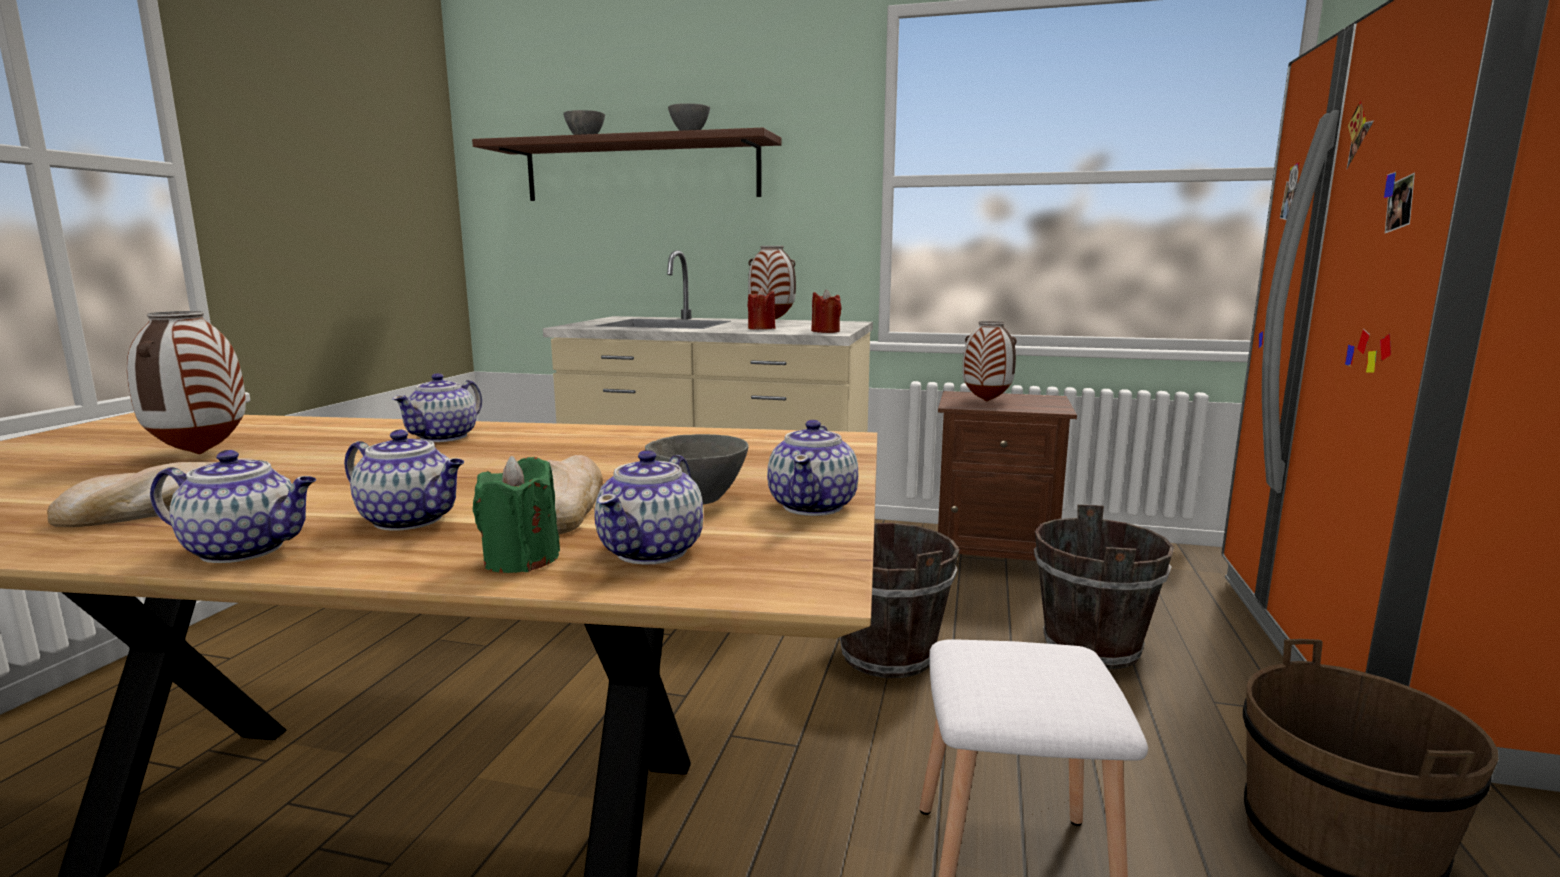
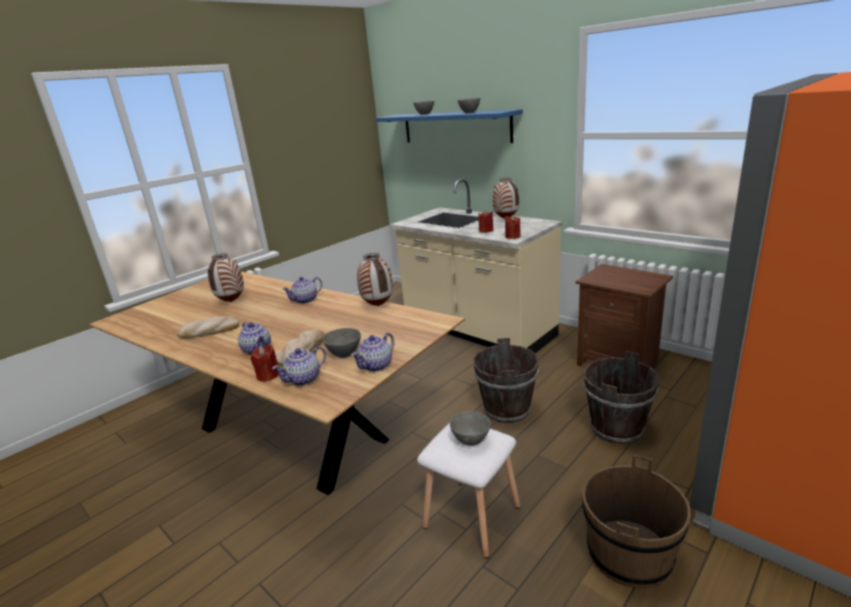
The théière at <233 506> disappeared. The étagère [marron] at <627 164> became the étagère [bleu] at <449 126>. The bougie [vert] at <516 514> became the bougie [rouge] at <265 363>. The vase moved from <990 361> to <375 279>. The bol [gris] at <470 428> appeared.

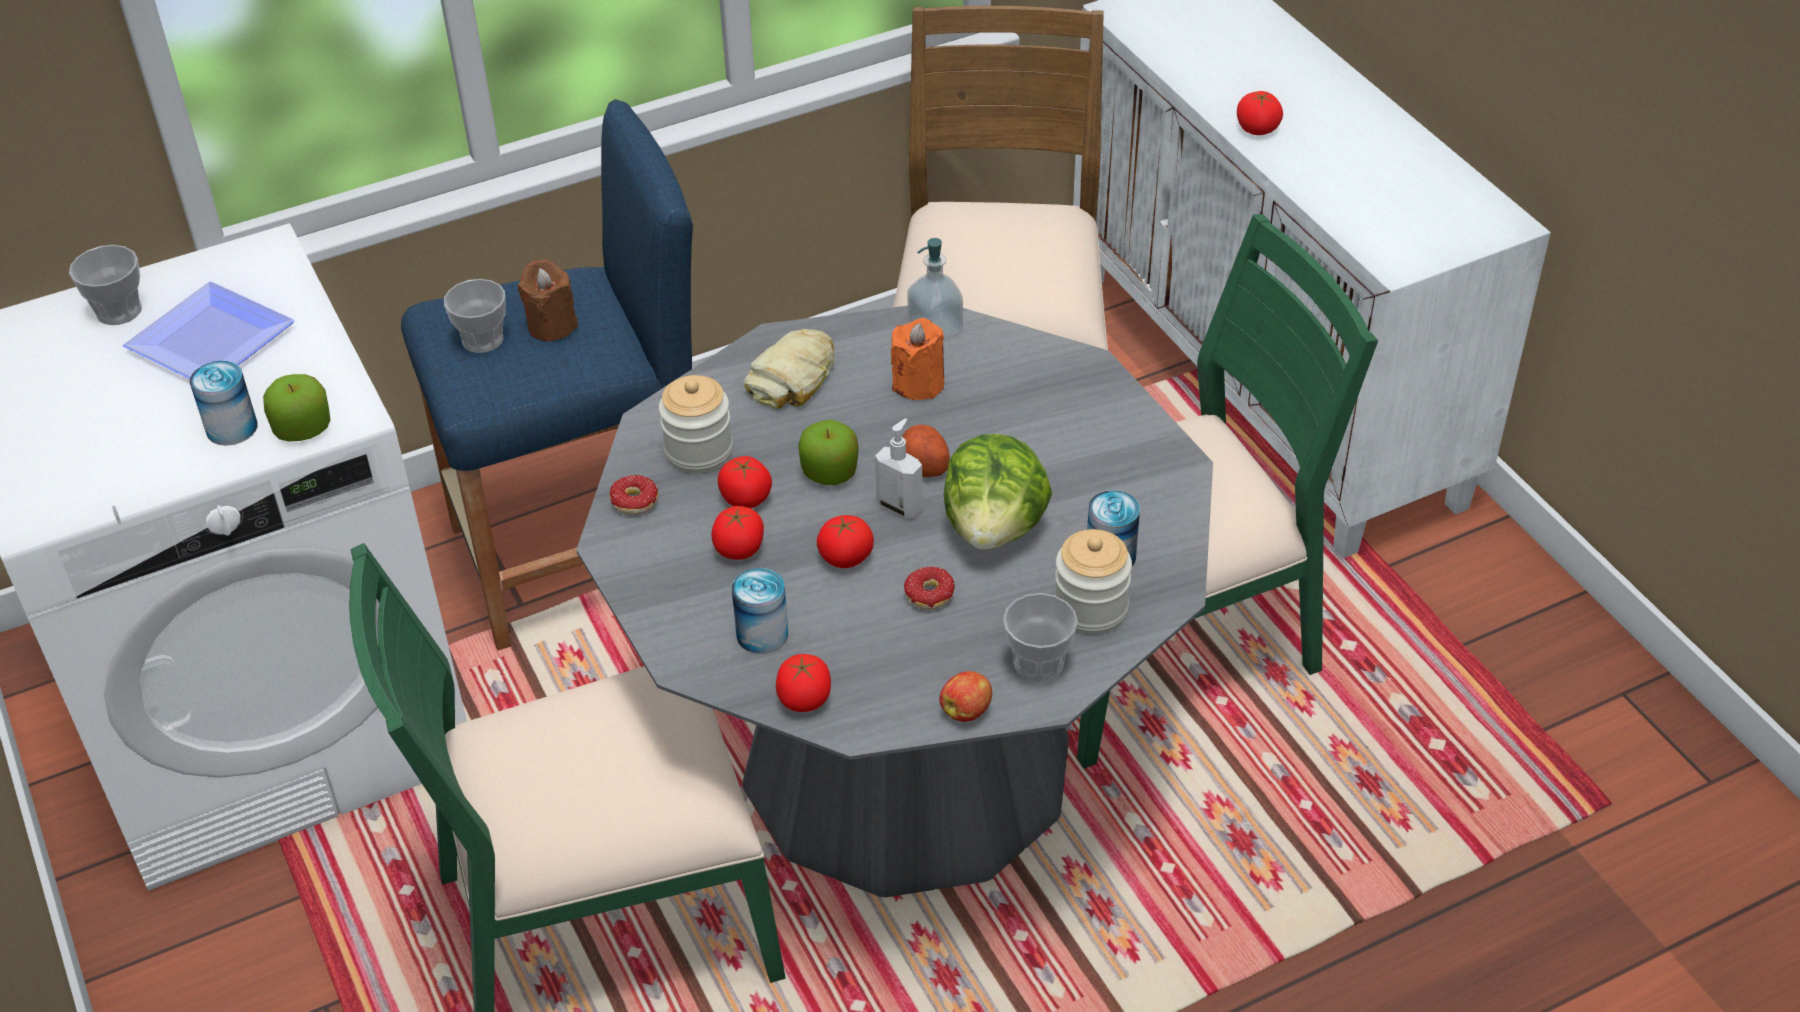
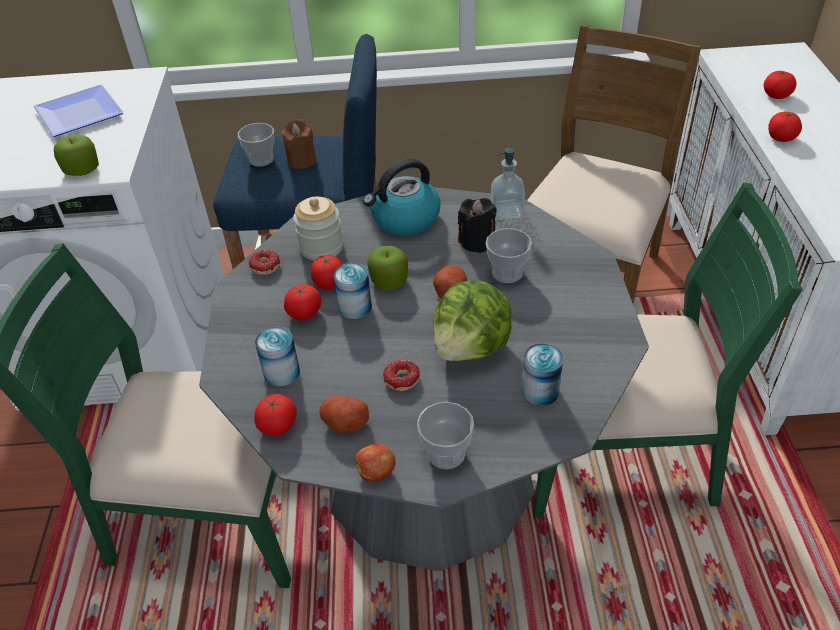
The tasse moved from <105 285> to <509 255>. The boîte métallique moved from <224 403> to <352 291>. The pain at <789 369> was replaced by the bouilloire at <402 197>. The tomate moved from <845 541> to <780 85>. The distributeur de savon at <899 468> disappeared. The bougie [orange] at <917 359> became the bougie [noir] at <477 225>. The bocal at <1093 582> disappeared. The pomme de terre at <344 414> appeared.

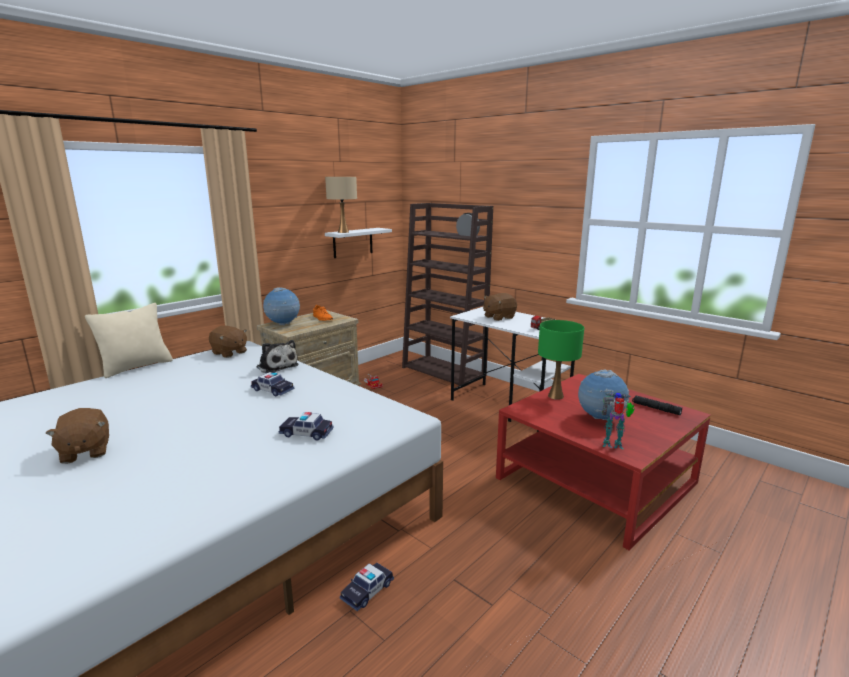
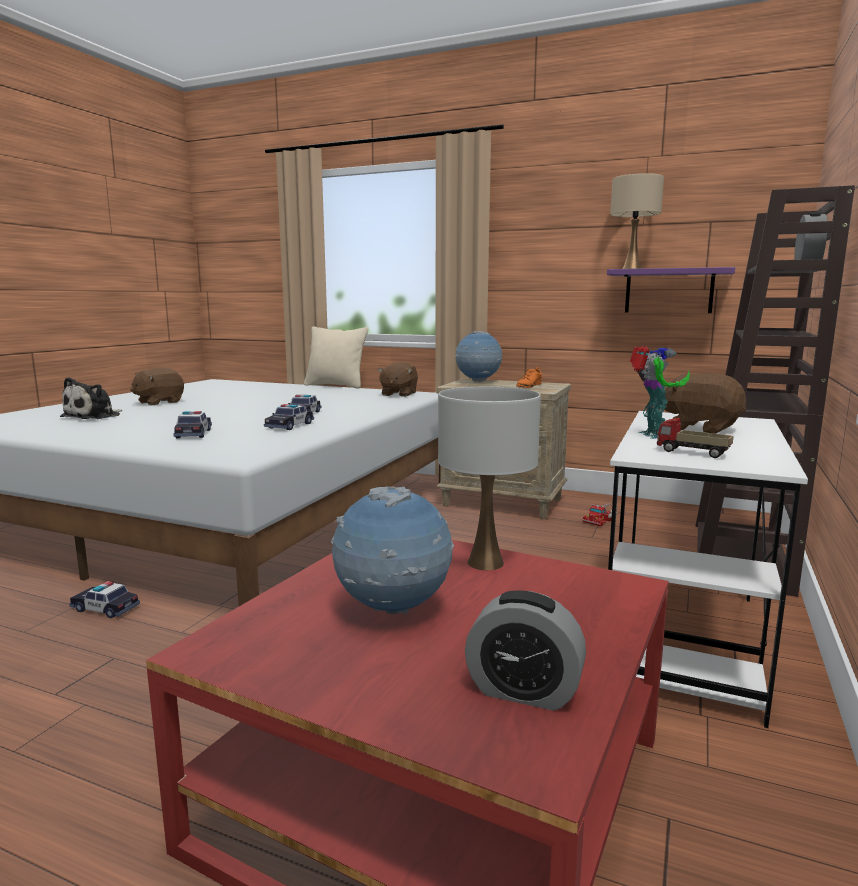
The peluche moved from <278 356> to <91 398>. The étagère [blanc] at <358 243> became the étagère [violet] at <671 290>. The lampe de table [vert] at <561 360> became the lampe de table [blanc] at <489 478>. The robot jouet moved from <618 420> to <660 392>. The lampe de poche [noir] at <657 405> was replaced by the réveil at <525 651>. The petite voiture at <289 417> appeared.

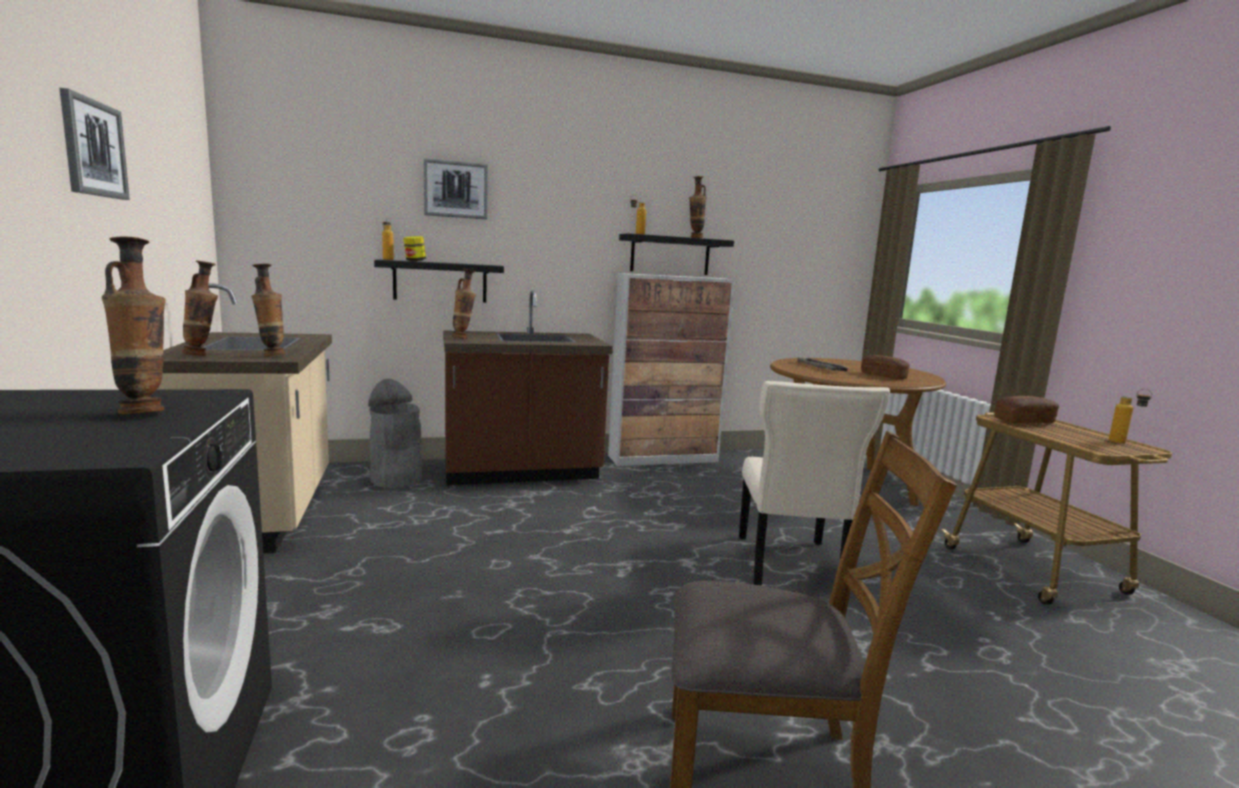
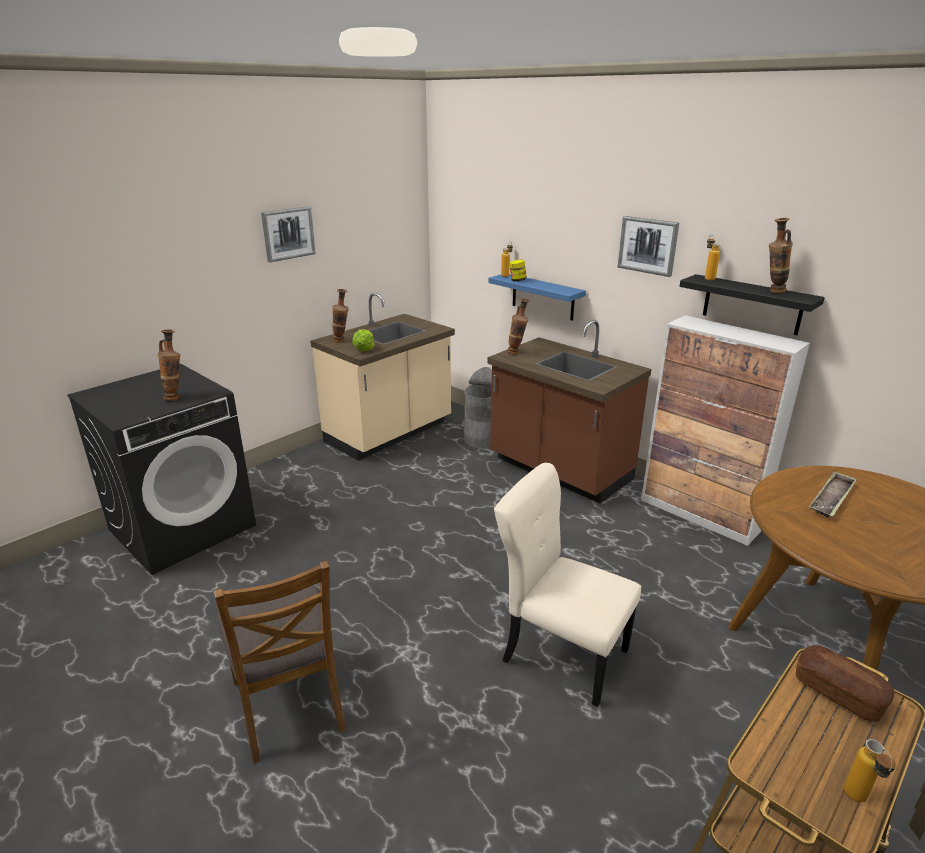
The vase at <268 310> was replaced by the laitue at <363 340>. The étagère [noir] at <439 281> became the étagère [bleu] at <537 297>. The tableau moved from <456 189> to <648 246>. The chaise [beige] at <814 483> turned 60 degrees clockwise. The pain at <885 367> disappeared.

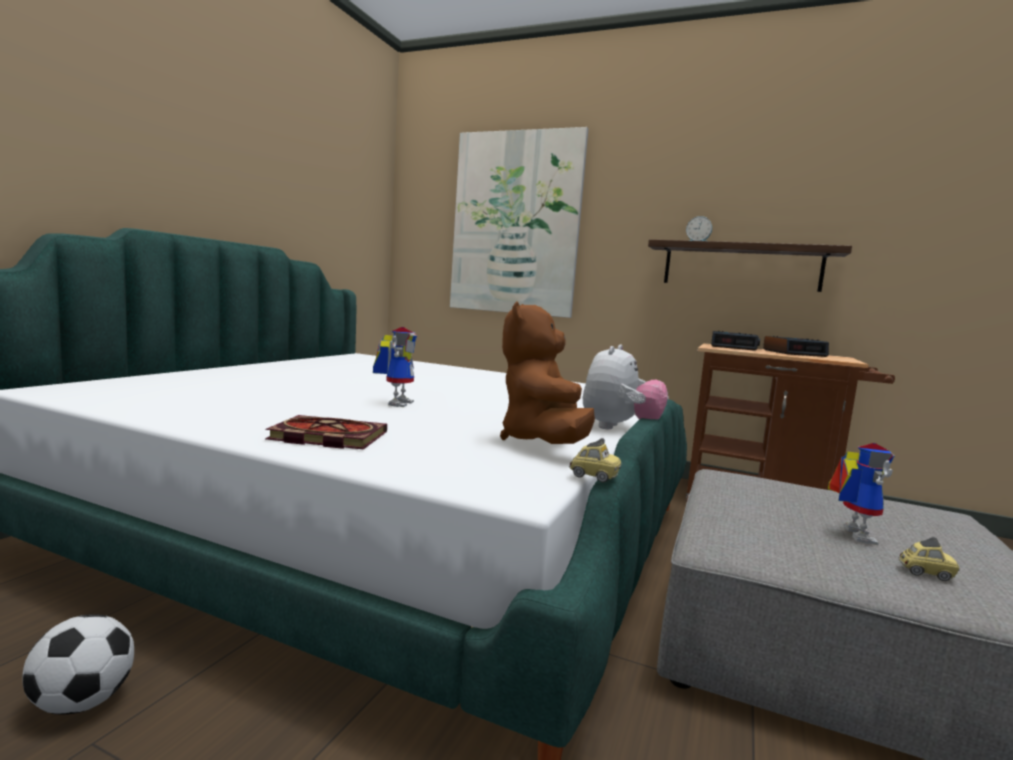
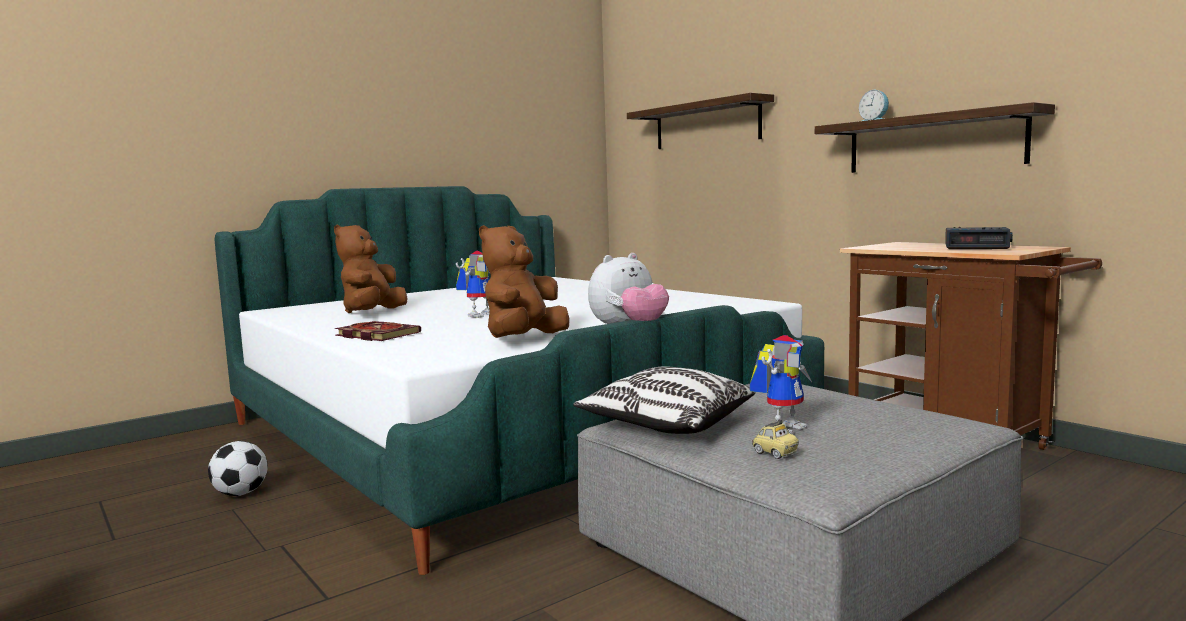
The tableau at <519 222> was replaced by the étagère at <700 121>. The petite voiture at <595 460> disappeared. The réveil at <735 341> disappeared. The peluche [marron] at <370 269> appeared. The coussin at <664 400> appeared.

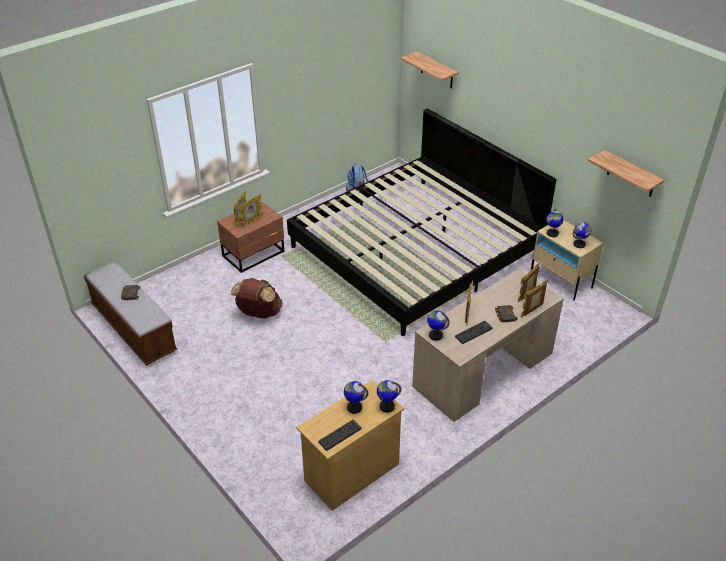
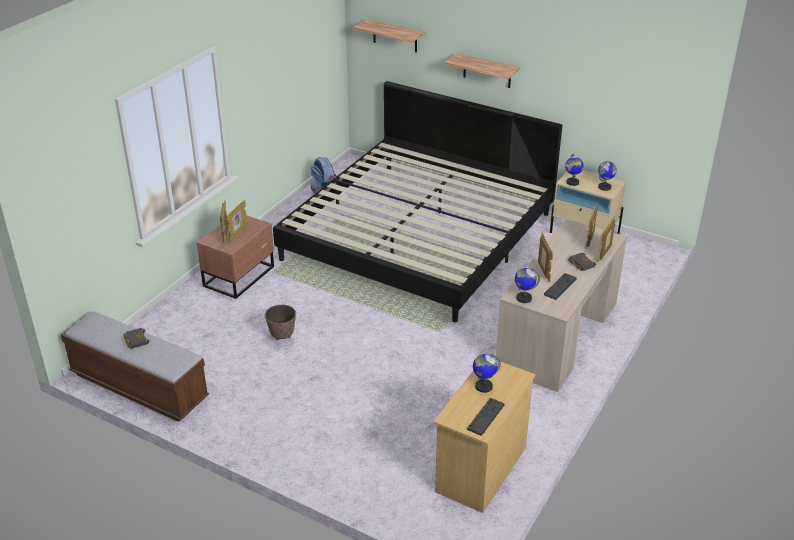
The sac à dos [marron] at <256 298> was replaced by the cache-pot at <280 322>. The globe at <389 396> disappeared. The étagère moved from <626 173> to <482 70>.

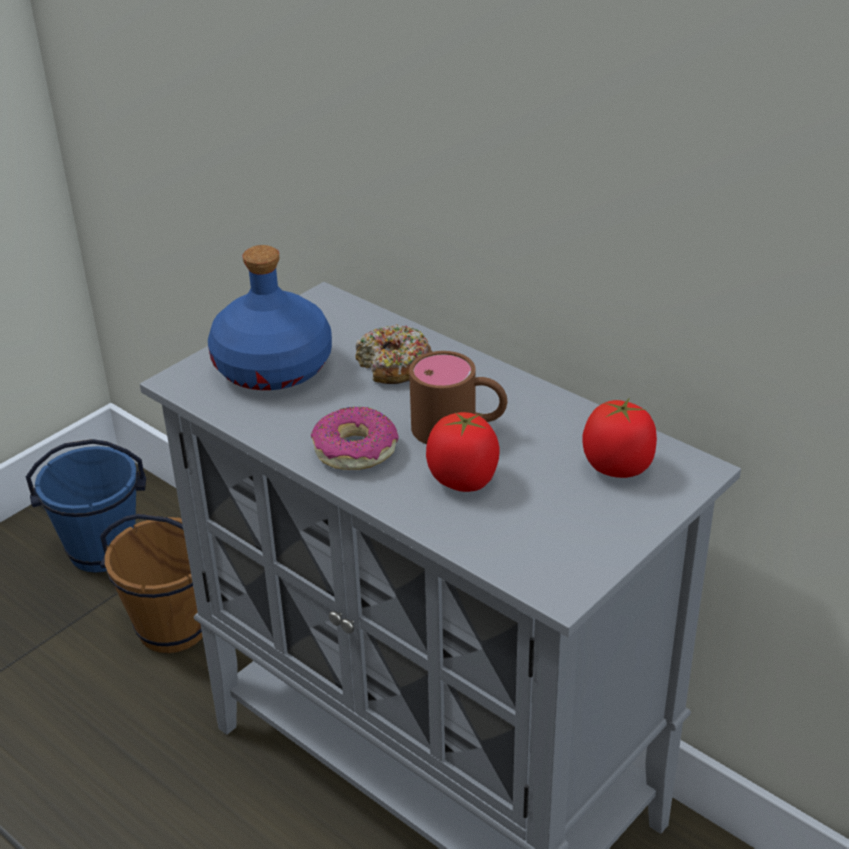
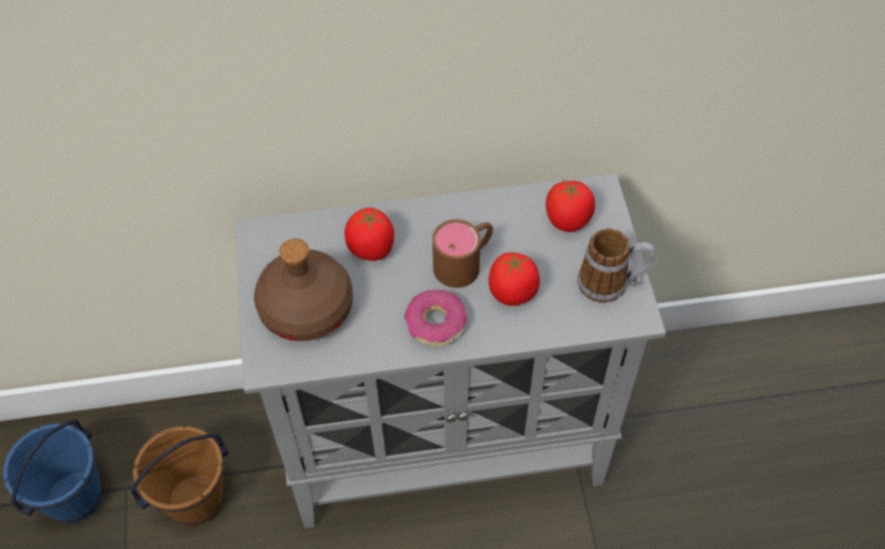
The bouteille [bleu] at <270 317> became the bouteille [marron] at <303 290>. The beignet at <393 354> was replaced by the tomate at <369 234>. The mug at <617 265> appeared.

